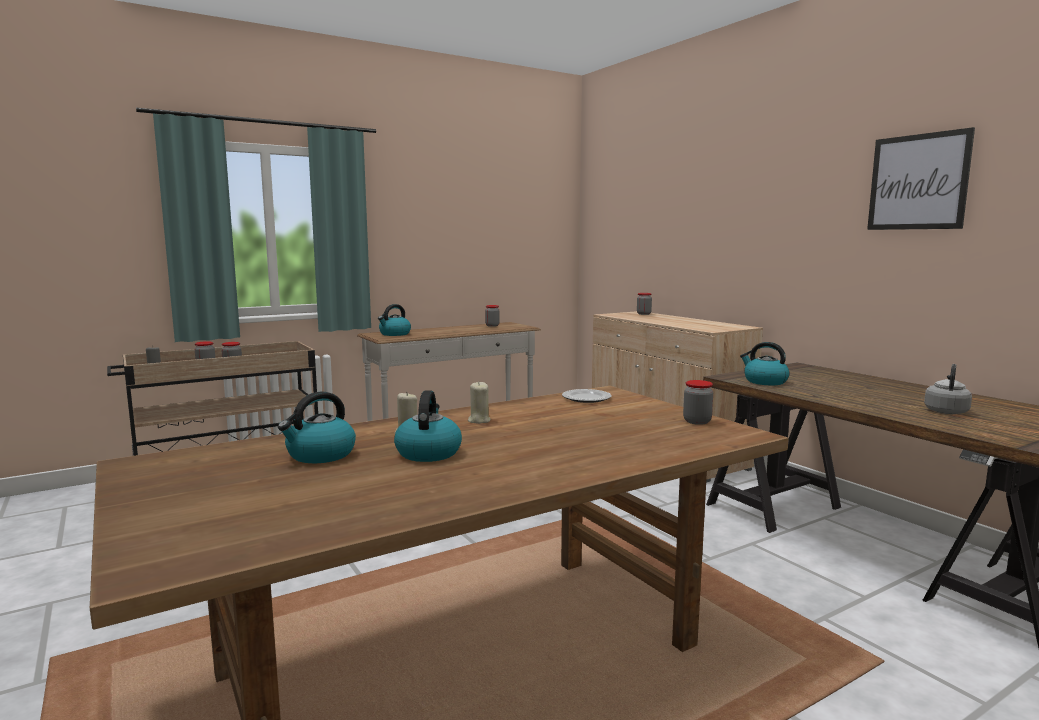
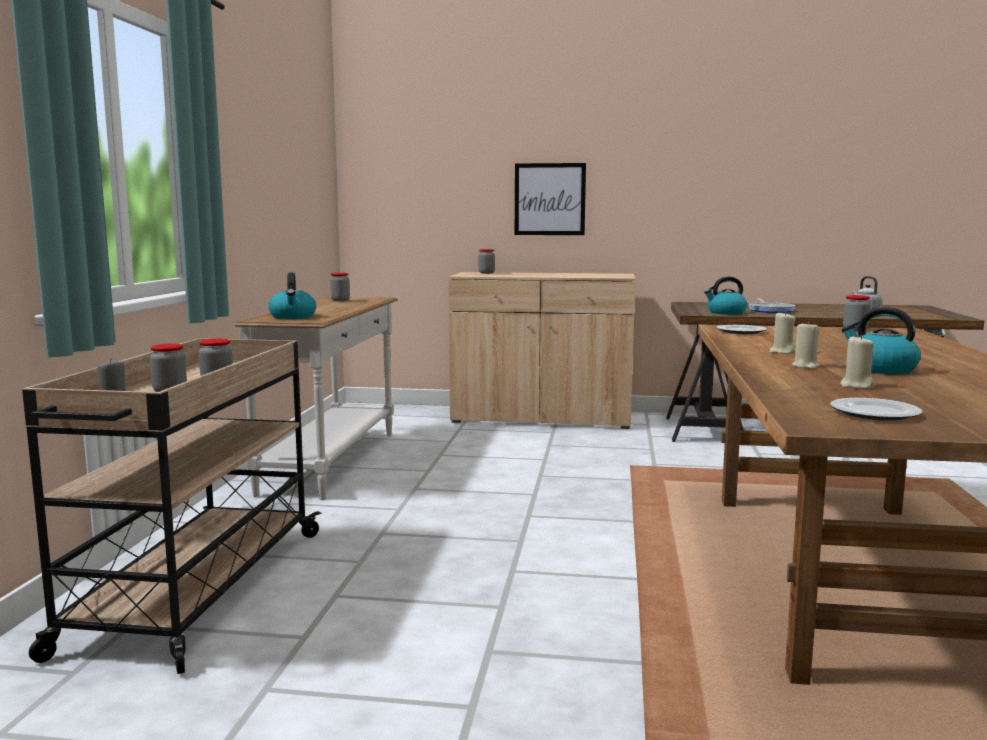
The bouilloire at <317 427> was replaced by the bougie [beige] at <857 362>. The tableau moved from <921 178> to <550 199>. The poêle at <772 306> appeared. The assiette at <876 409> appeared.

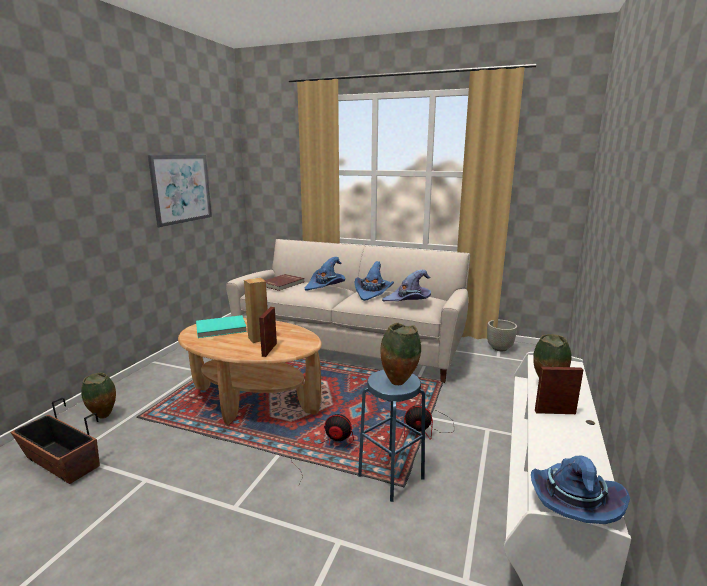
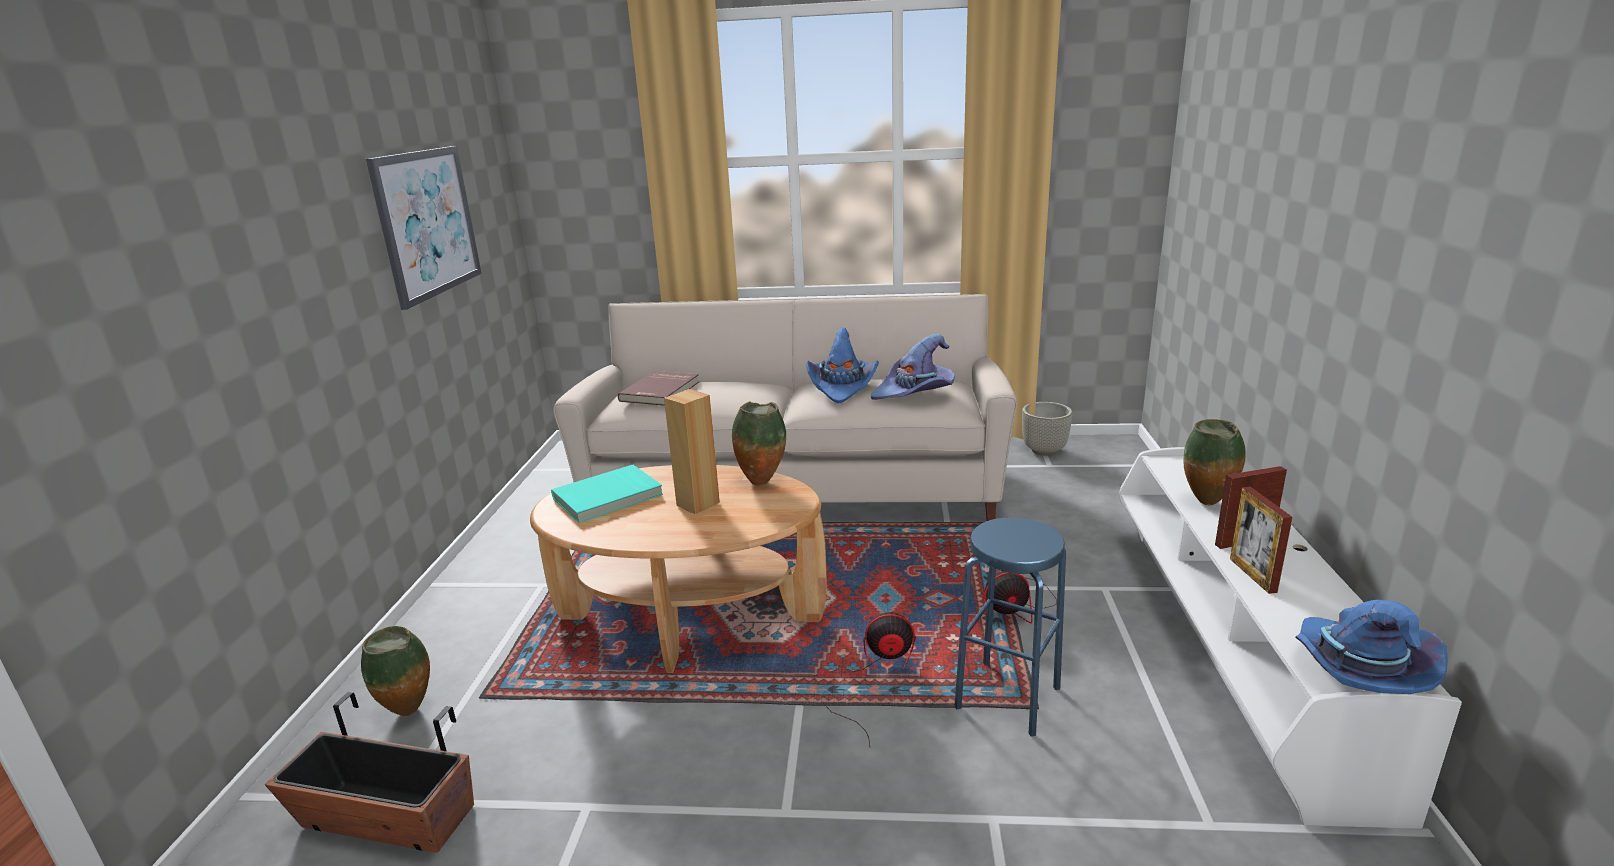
The cadre photo moved from <268 332> to <1261 540>. The chapeau [bleu] at <325 273> disappeared. The vase moved from <400 354> to <759 443>.

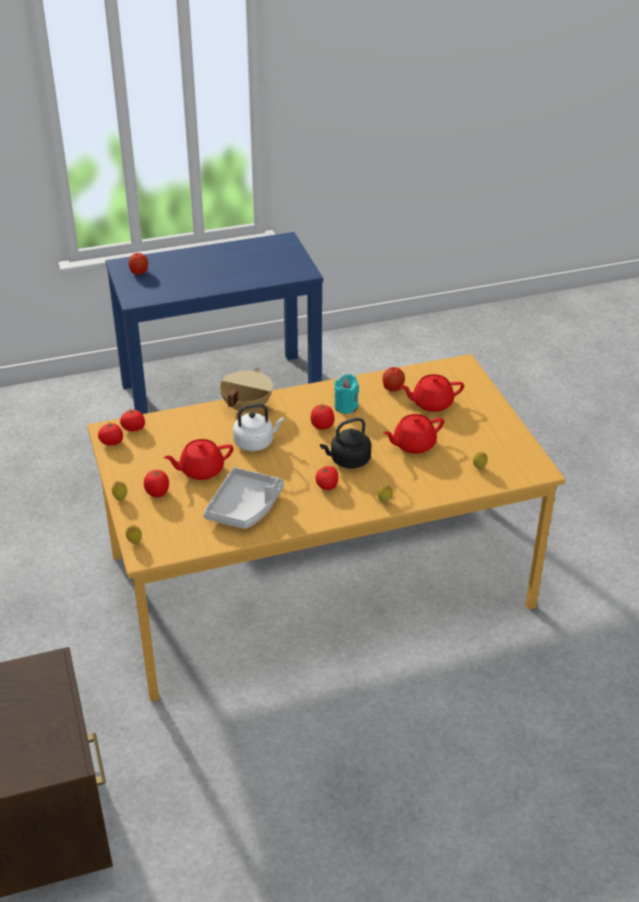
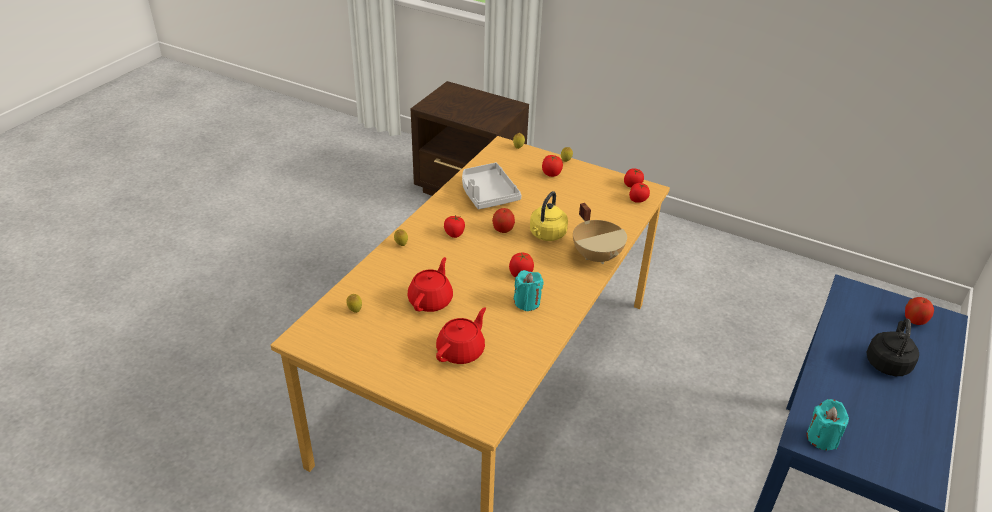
The théière [rouge] at <198 459> disappeared. The bouilloire [blanc] at <258 427> became the bouilloire [jaune] at <549 216>. The bouilloire [noir] moved from <345 443> to <892 347>. The pomme moved from <393 379> to <503 220>. The bougie [turquoise] at <827 424> appeared.

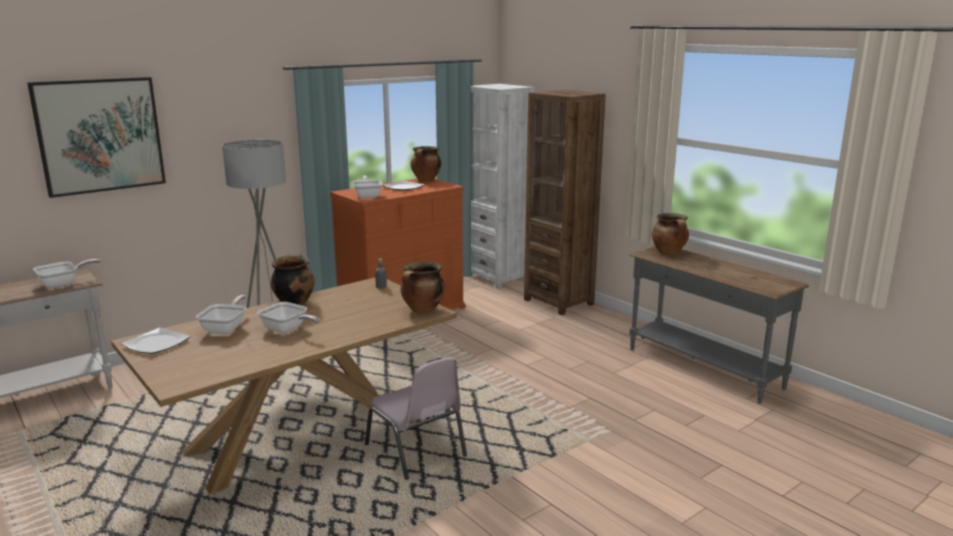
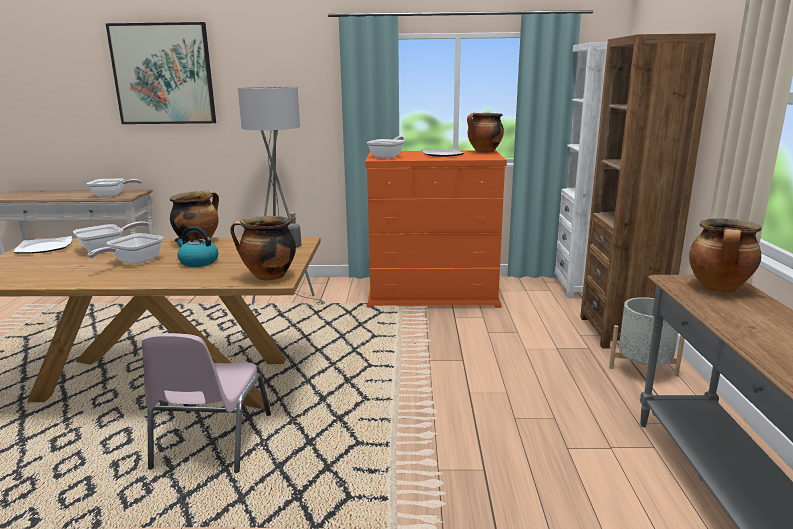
The poêle at <288 317> turned 45 degrees clockwise. The bouilloire at <196 246> appeared. The cache-pot [gris] at <647 340> appeared.

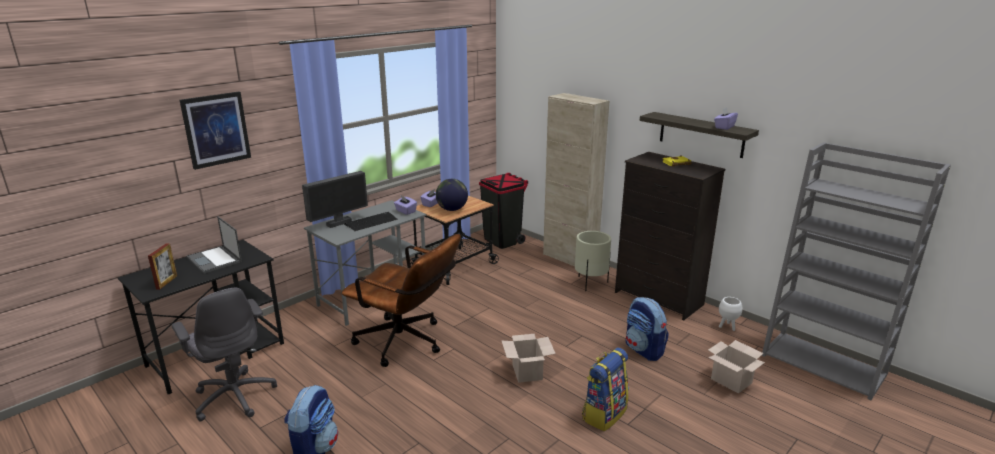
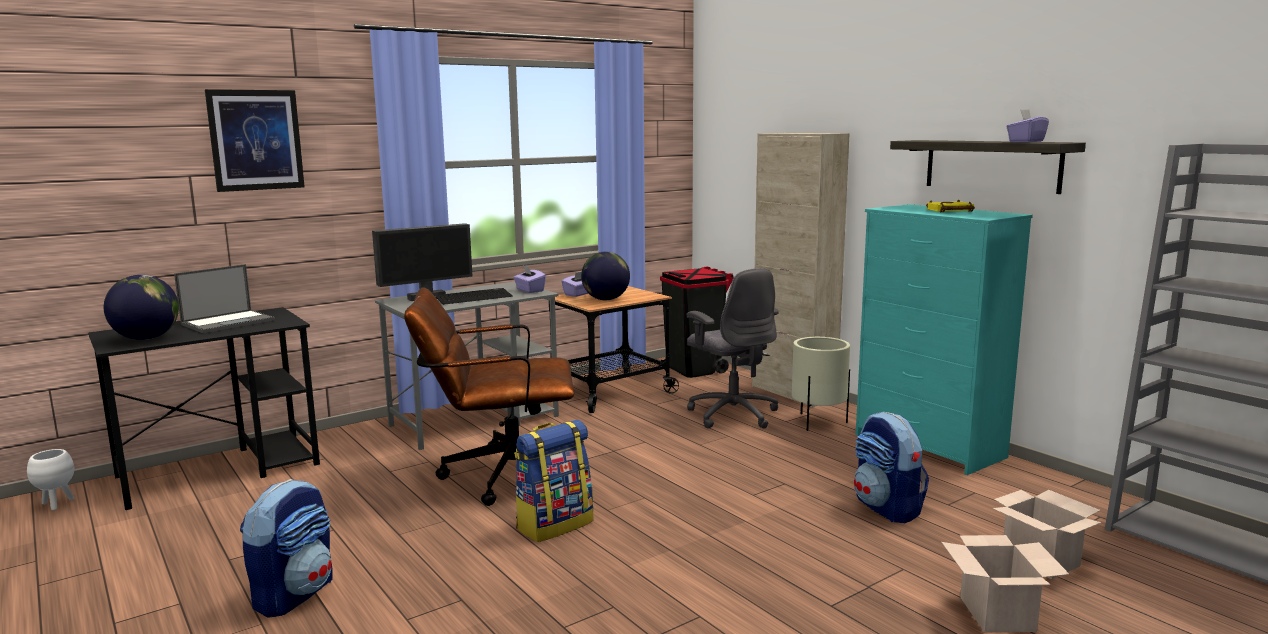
The cadre photo at <162 266> was replaced by the globe at <141 307>. The chaise de bureau [gris] moved from <224 355> to <733 348>. The ordinateur portable at <214 245> turned 105 degrees counterclockwise. The chaise de bureau [marron] at <401 300> turned 135 degrees clockwise. The carton moved from <528 358> to <1005 583>. The sac à dos moved from <605 389> to <553 481>. The commode [noir] at <670 236> became the commode [turquoise] at <944 339>. The cache-pot [blanc] moved from <730 314> to <50 480>.

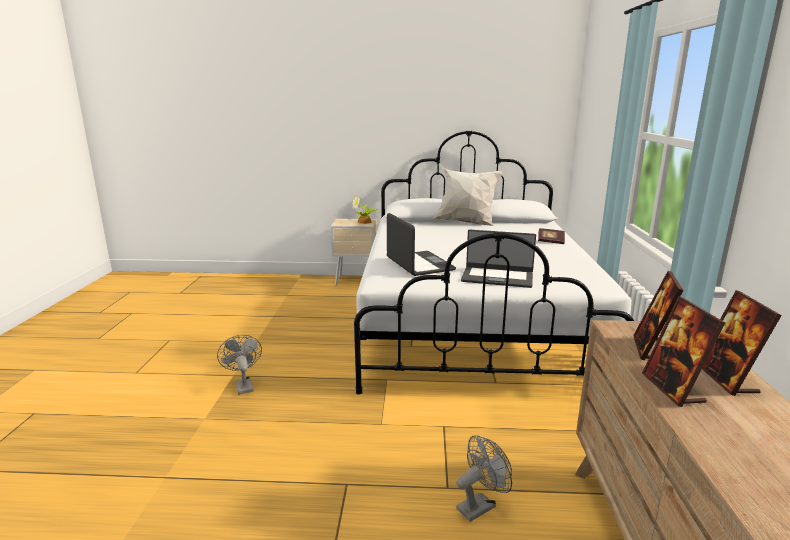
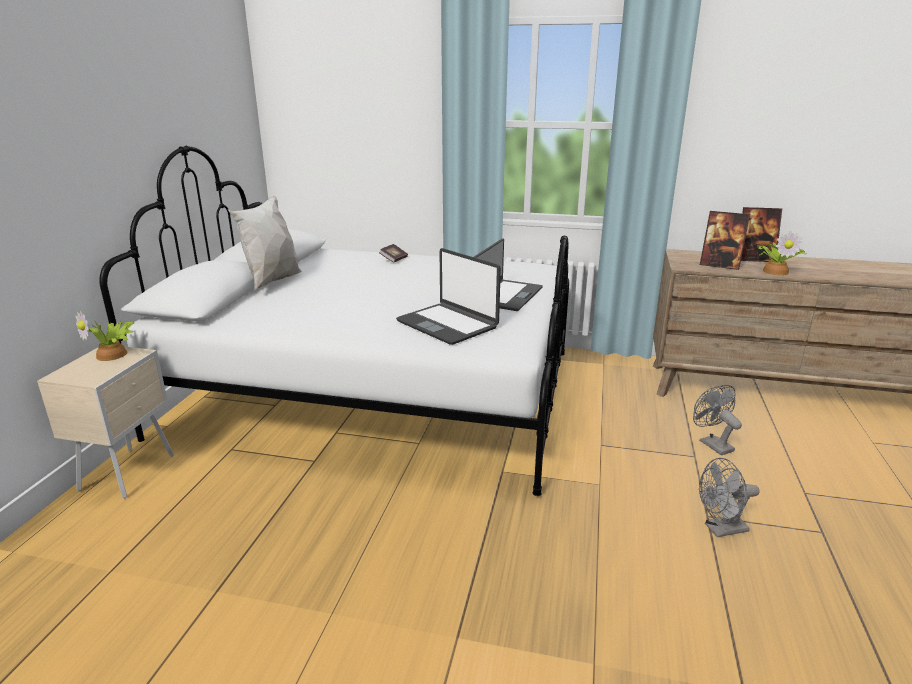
The ventilateur [gris] moved from <239 365> to <729 497>. The ordinateur portable at <421 244> turned 120 degrees counterclockwise. The cadre photo at <683 351> was replaced by the plante en pot at <781 253>.

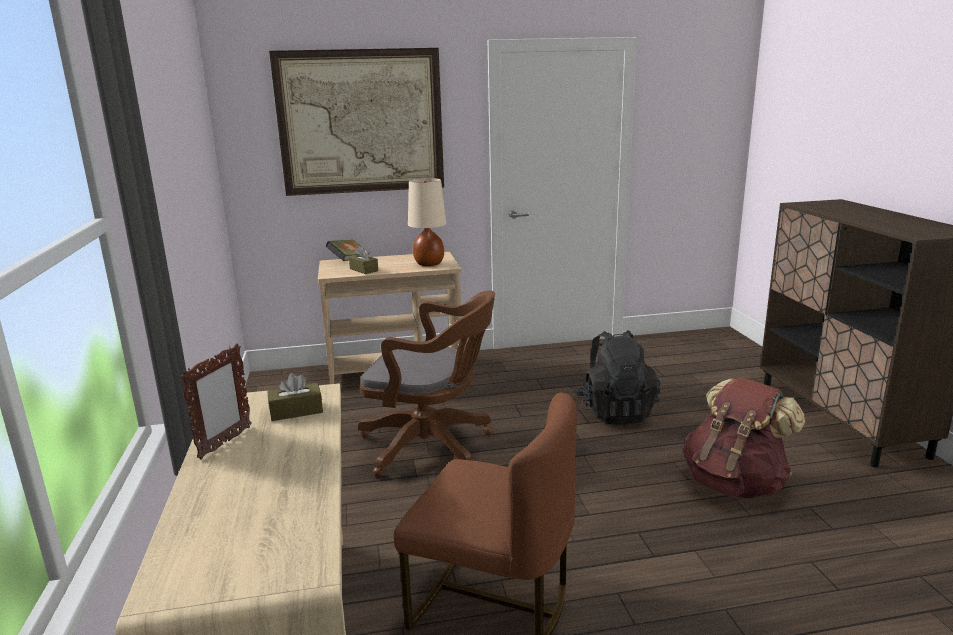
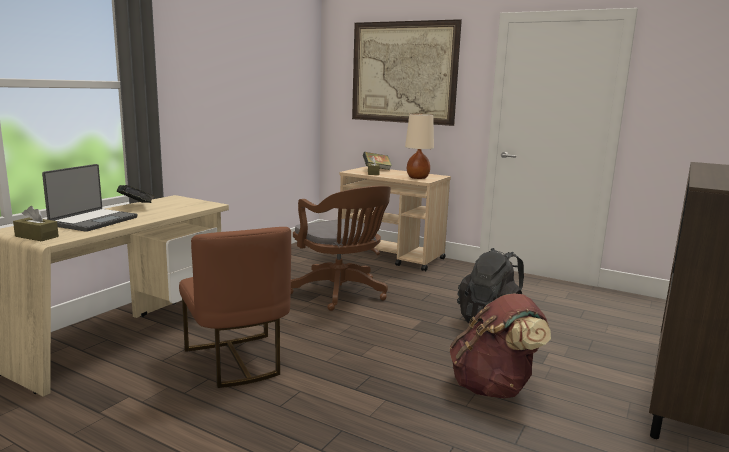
The cadre photo at <216 401> was replaced by the livre at <135 194>. The boîte à mouchoirs [marron] moved from <295 397> to <36 223>. The ordinateur portable at <90 198> appeared.

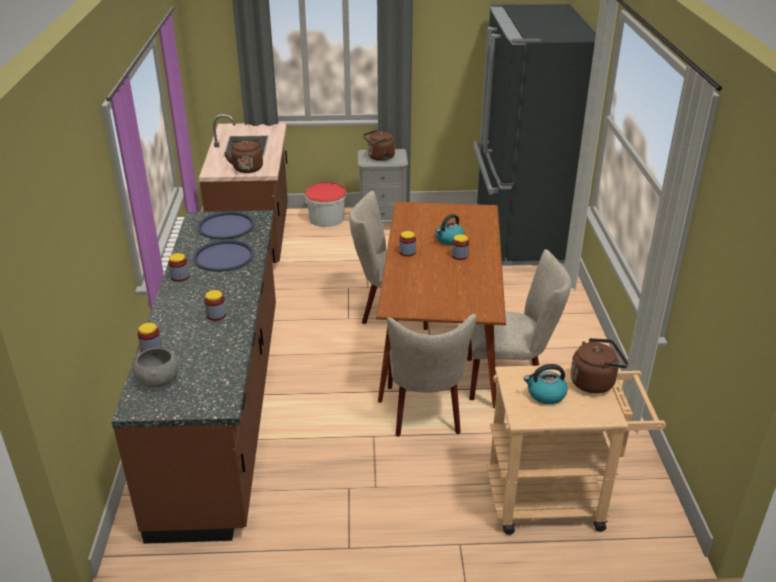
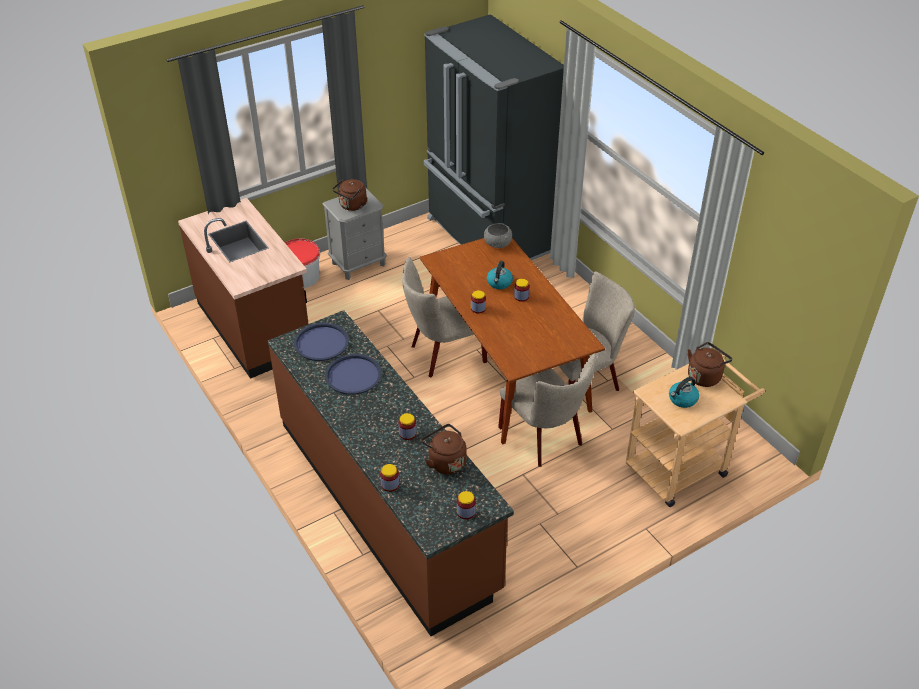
The bol [gris] moved from <156 367> to <498 235>. The bocal moved from <178 267> to <466 505>. The bouilloire [marron] moved from <243 156> to <444 449>.

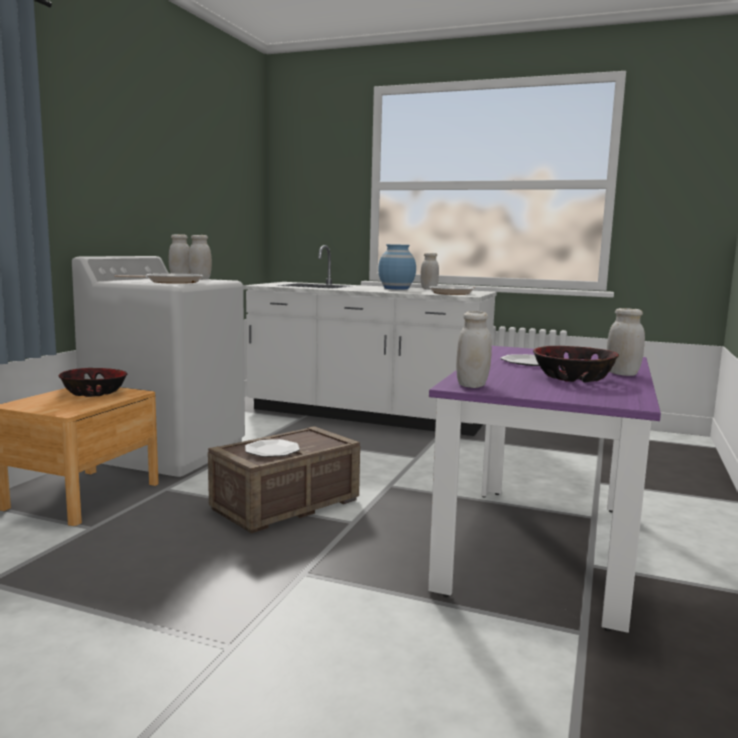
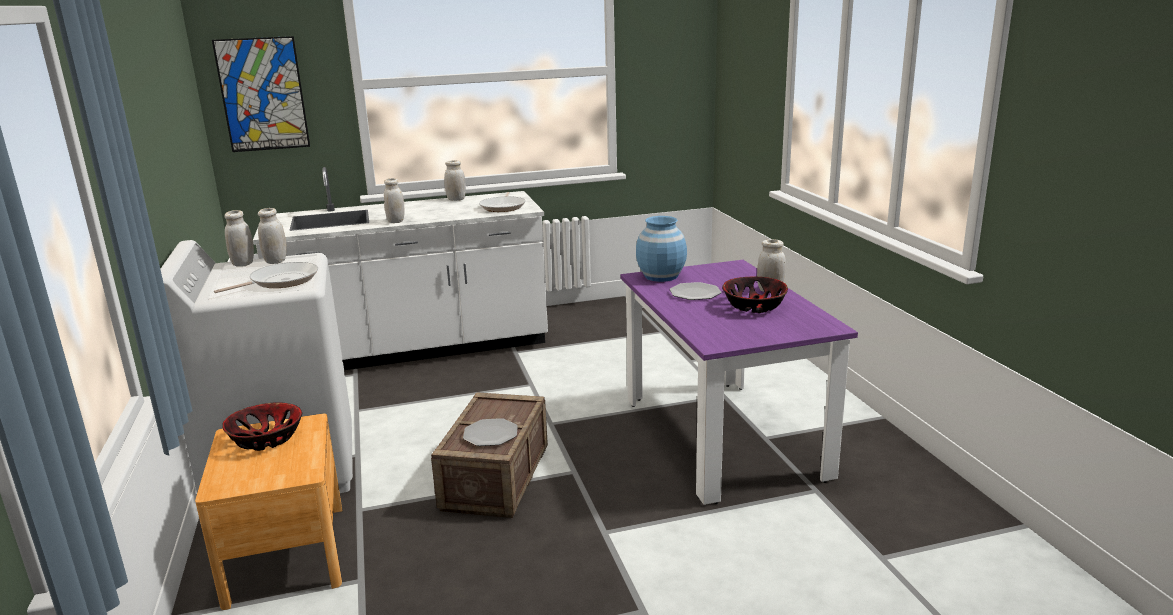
The vase [bleu] moved from <397 266> to <661 249>. The bocal [blanc] moved from <474 349> to <394 200>. The tableau at <261 94> appeared.

